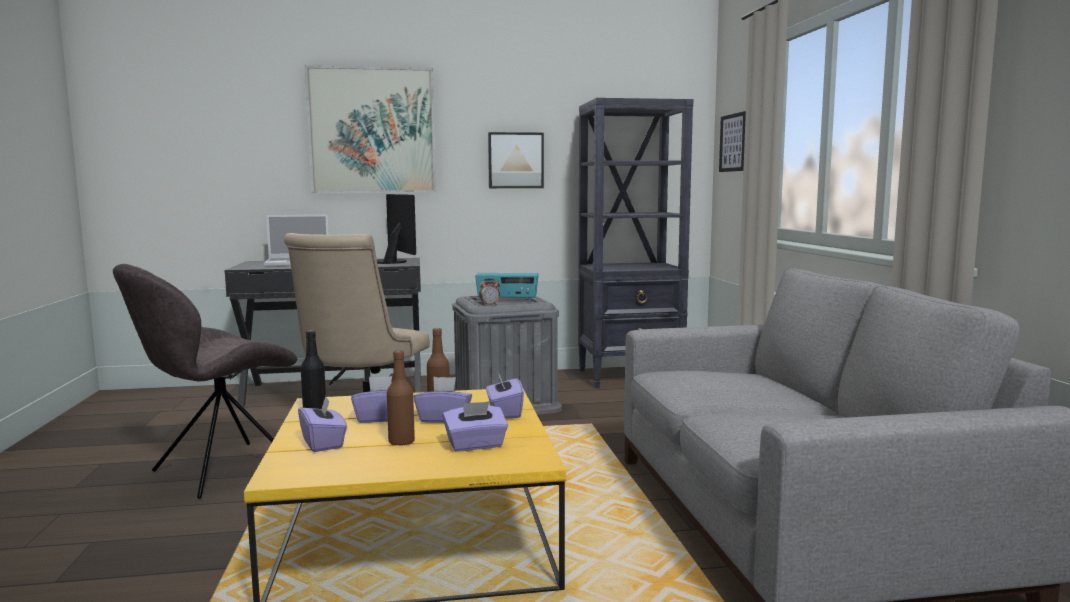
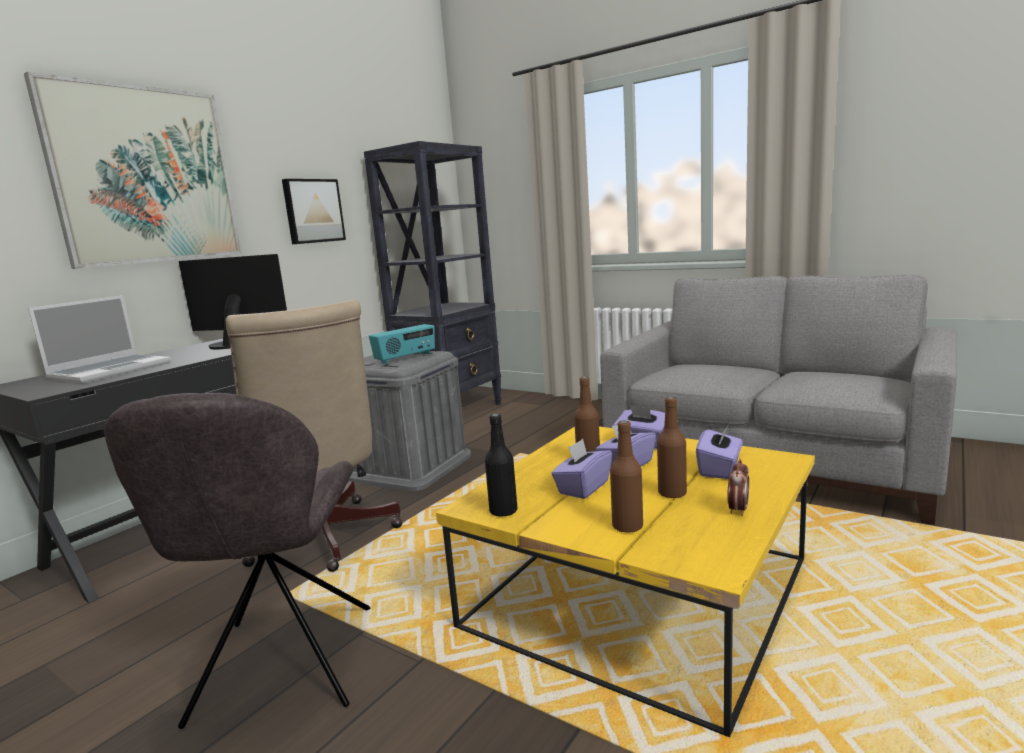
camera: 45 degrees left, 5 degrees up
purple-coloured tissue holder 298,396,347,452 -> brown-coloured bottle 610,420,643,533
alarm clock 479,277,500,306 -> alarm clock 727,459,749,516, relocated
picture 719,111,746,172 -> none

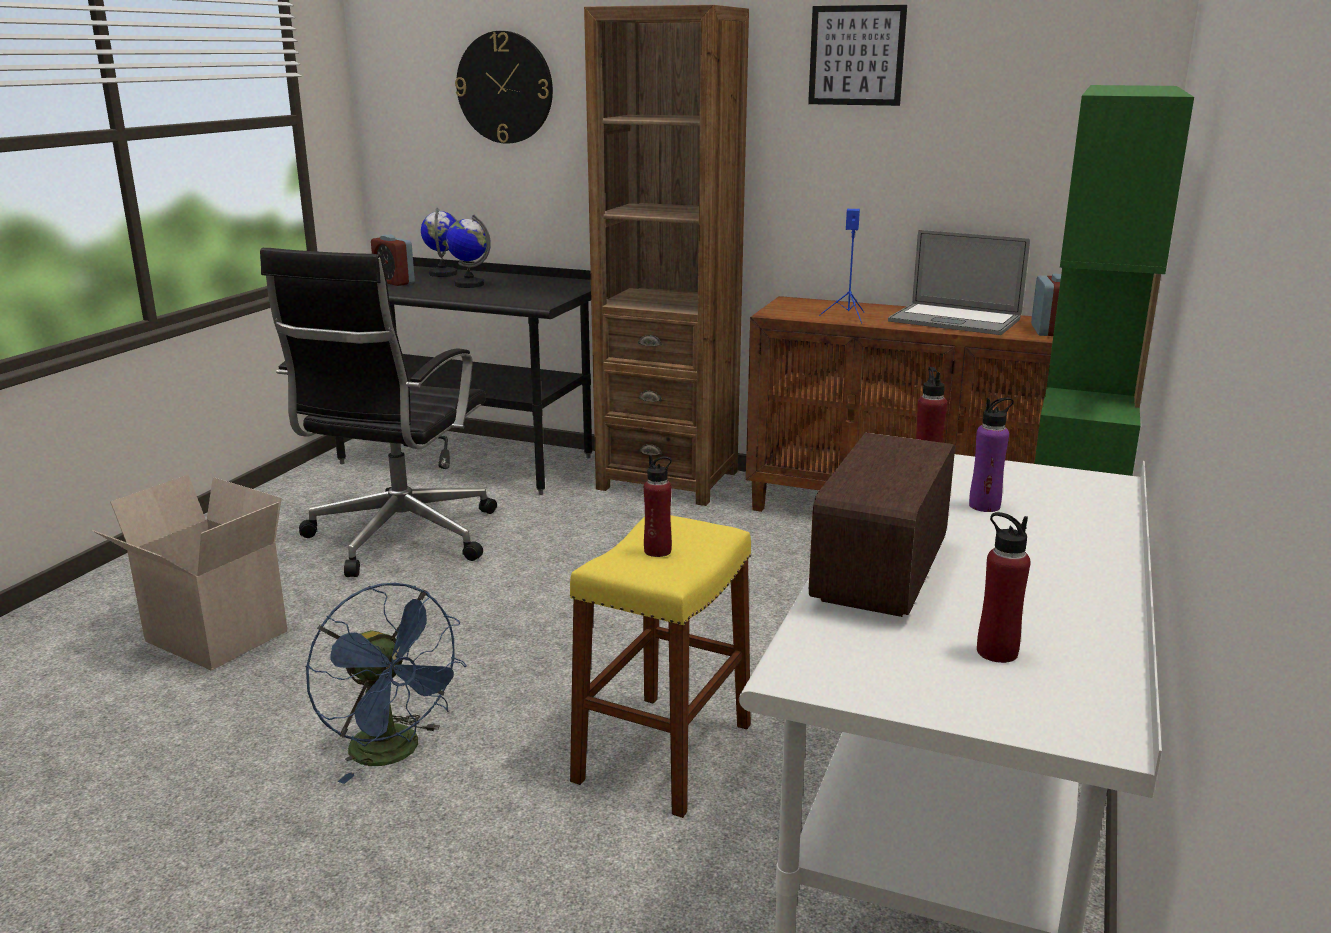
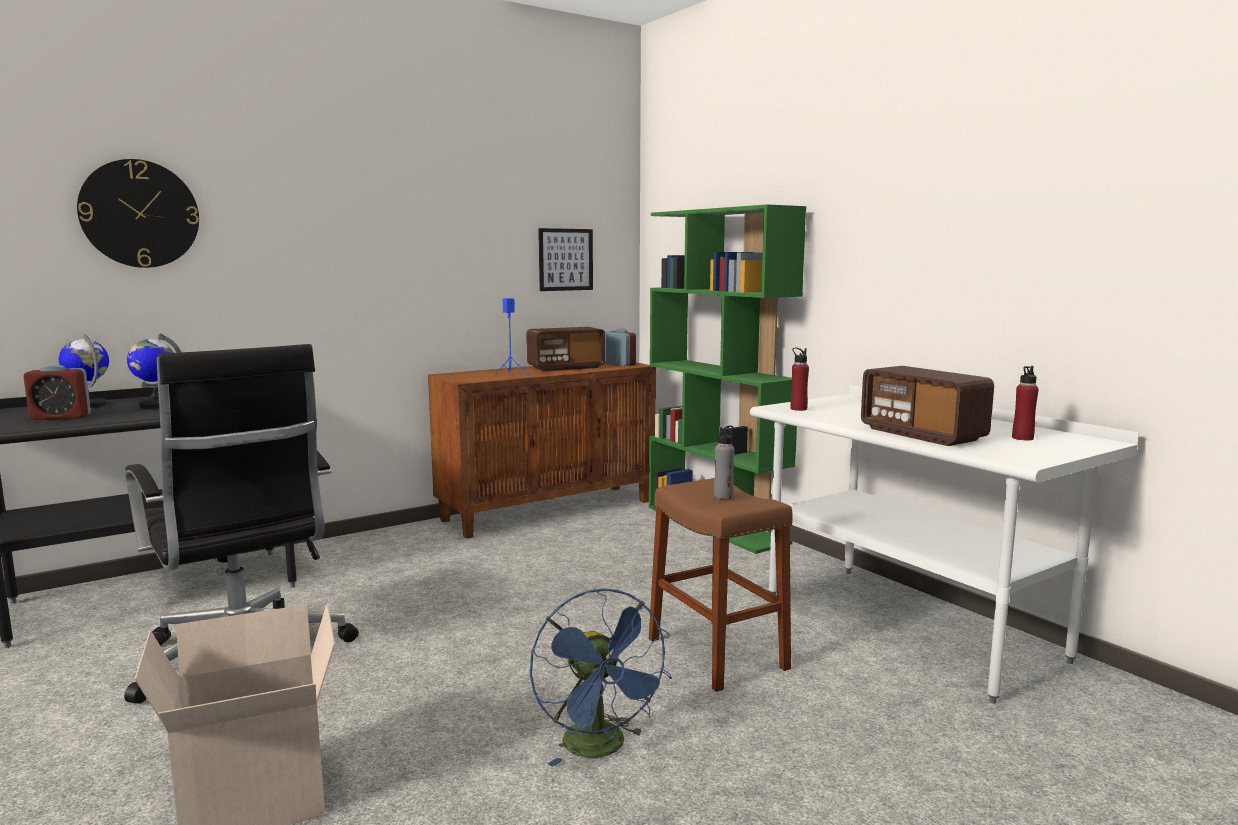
camera: 55 degrees left, 10 degrees down
blue fan 306,583,467,784 -> blue fan 530,588,672,767, 75 degrees clockwise
yellow stool 570,515,751,818 -> brown-coloured stool 649,478,793,692
brown-coloured bookshelf 584,5,749,506 -> none
reddish bottle 644,455,672,557 -> gray bottle 714,425,734,499
picture 808,5,907,106 -> picture 538,228,593,291, relocated
portable computer 888,230,1030,335 -> radio set 526,327,605,371
purple-coloured bottle 969,397,1014,512 -> none

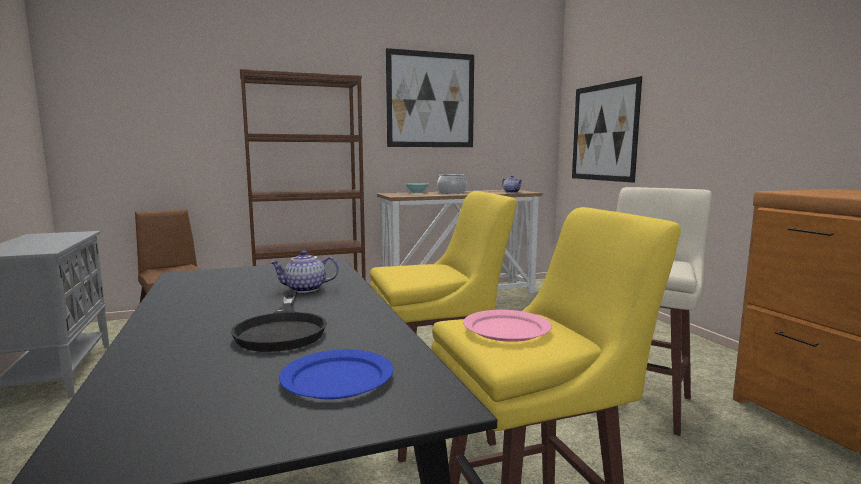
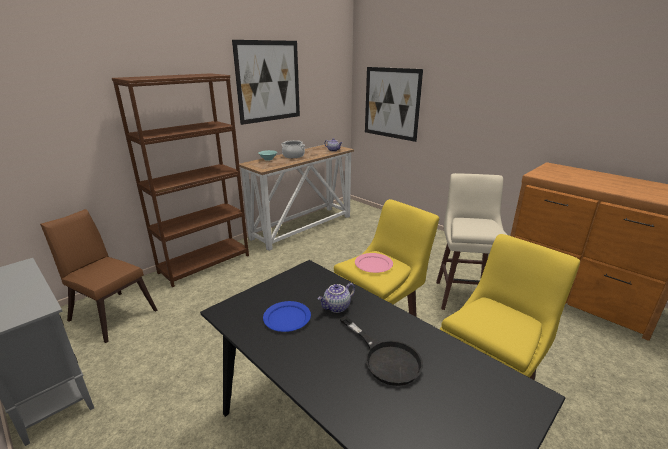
camera: 25 degrees left, 15 degrees up
blue flat dish 279,349,393,399 -> blue flat dish 263,301,311,332, relocated
pink-coloured flat dish 463,310,552,342 -> pink-coloured flat dish 355,253,393,273, relocated

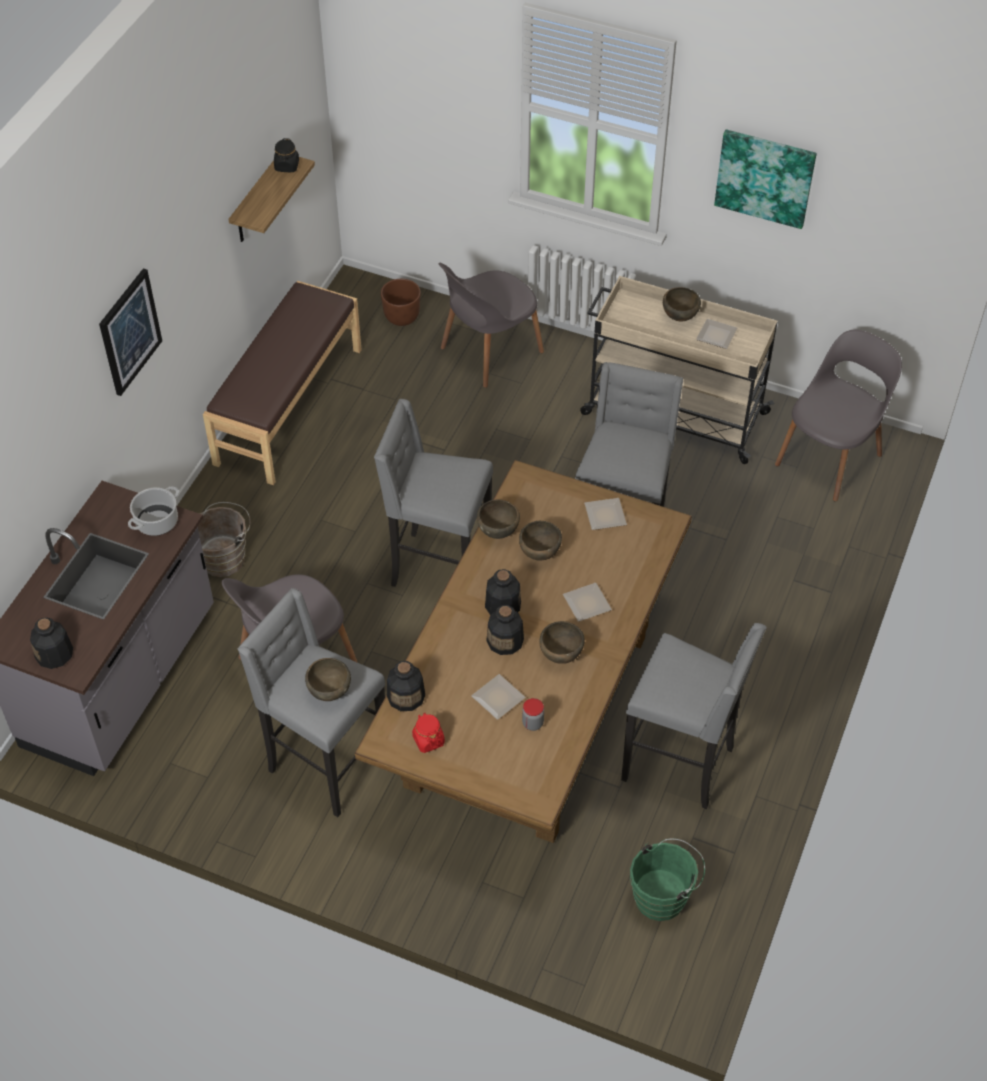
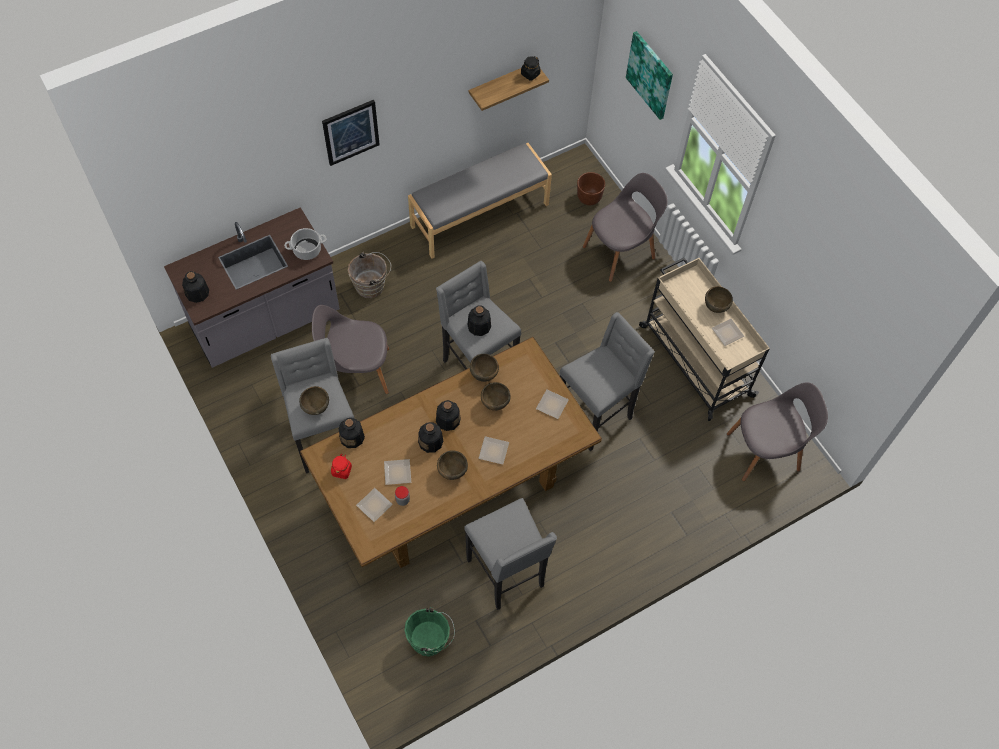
camera: 35 degrees right, 10 degrees up
brown-coloured indoor bench 203,281,362,485 -> gray indoor bench 408,143,552,259
gray upright chair 438,263,544,388 -> gray upright chair 583,173,668,282, 150 degrees clockwise
picture 714,130,817,229 -> picture 626,31,673,120, relocated
none -> flat dish 356,488,393,522
none -> bottle 468,305,491,336

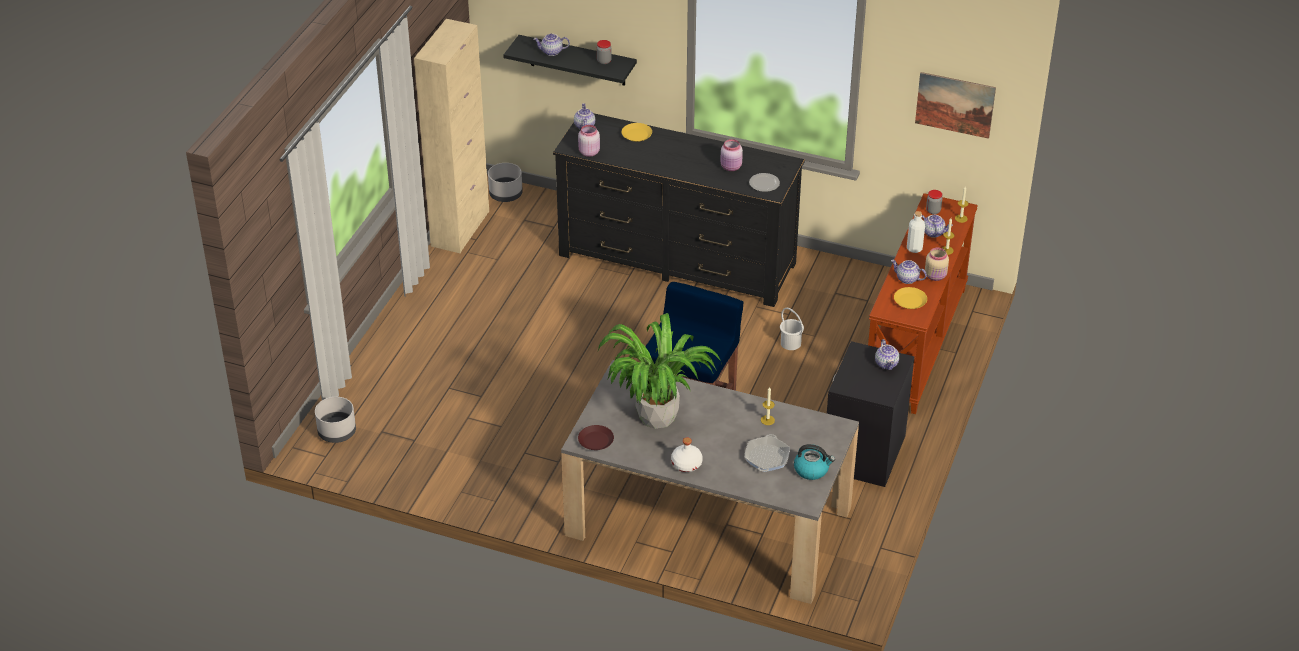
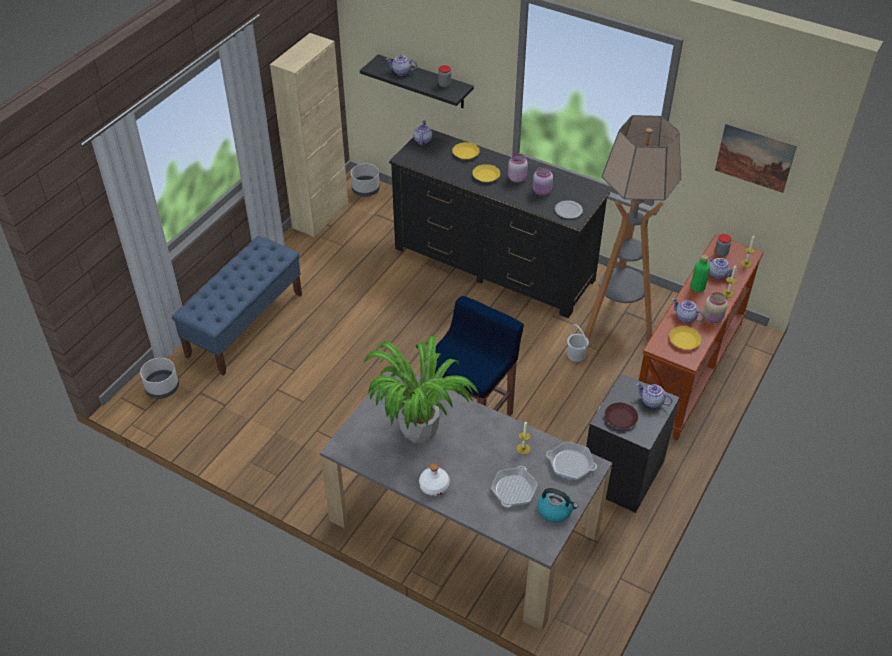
camera: 10 degrees right, 5 degrees up
pink-coloured storage jar 578,125,600,157 -> pink-coloured storage jar 508,154,528,183, relocated
brown-coloured flat dish 578,425,614,450 -> brown-coloured flat dish 605,403,638,429, relocated
tea pot 875,339,899,370 -> tea pot 637,383,672,408, 120 degrees clockwise
white bottle 907,211,925,253 -> green-coloured bottle 690,255,710,292
none -> blue indoor bench 172,236,302,376
none -> yellow flat dish 472,164,500,182
none -> pan 546,442,597,480
none -> floor lamp 584,115,681,340

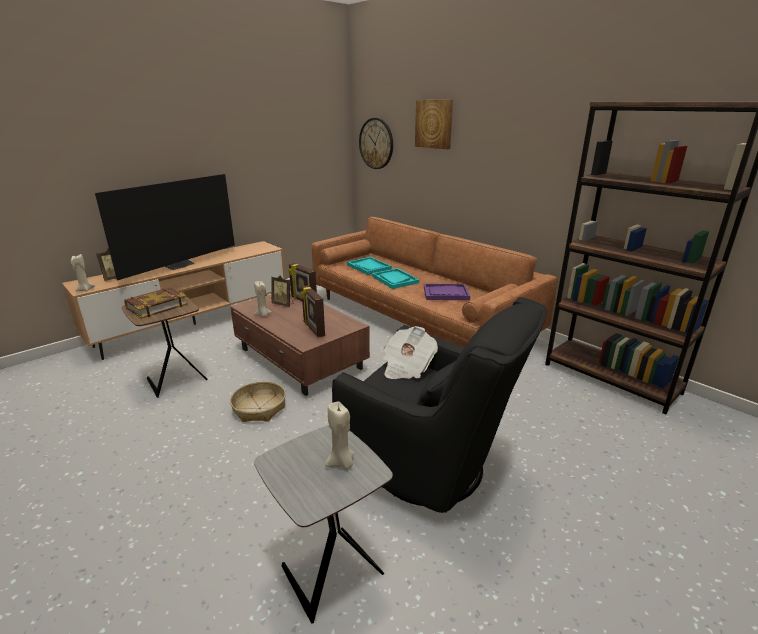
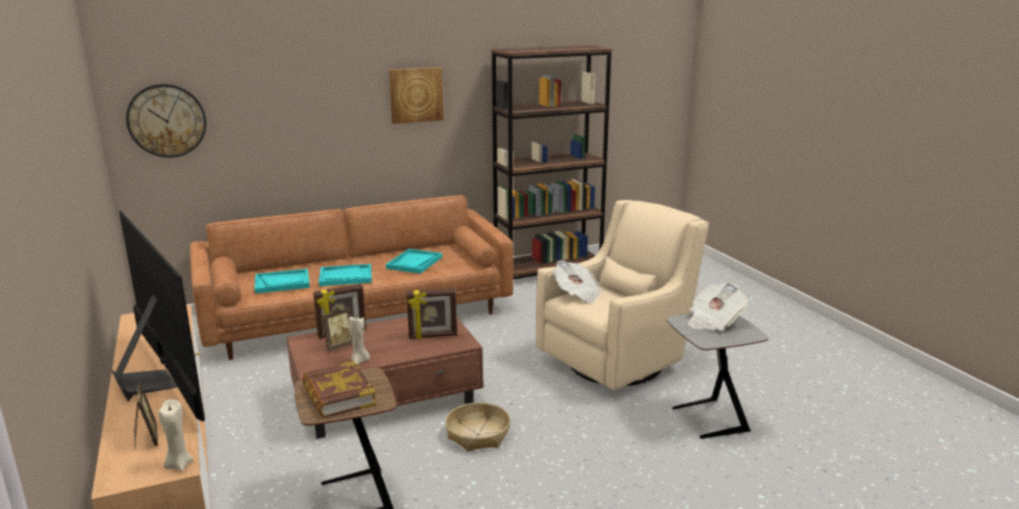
camera: 70 degrees left, 5 degrees down
beige-coloured candle 325,402,355,469 -> newspaper 688,283,748,331
black-coloured armchair 332,297,547,513 -> beige-coloured armchair 536,200,709,390
picture 415,100,453,149 -> picture 389,67,444,124, relocated
purple-coloured serving tray 424,284,470,300 -> blue-green serving tray 386,249,442,274

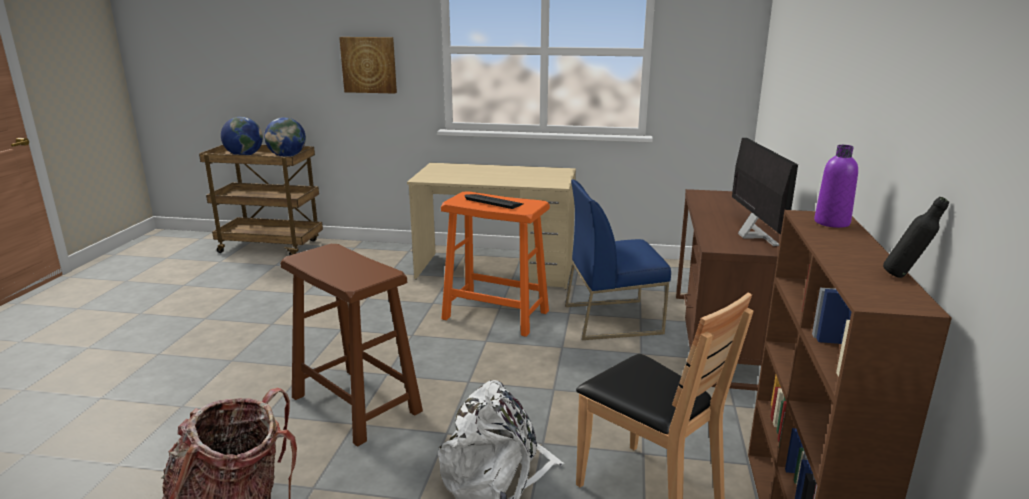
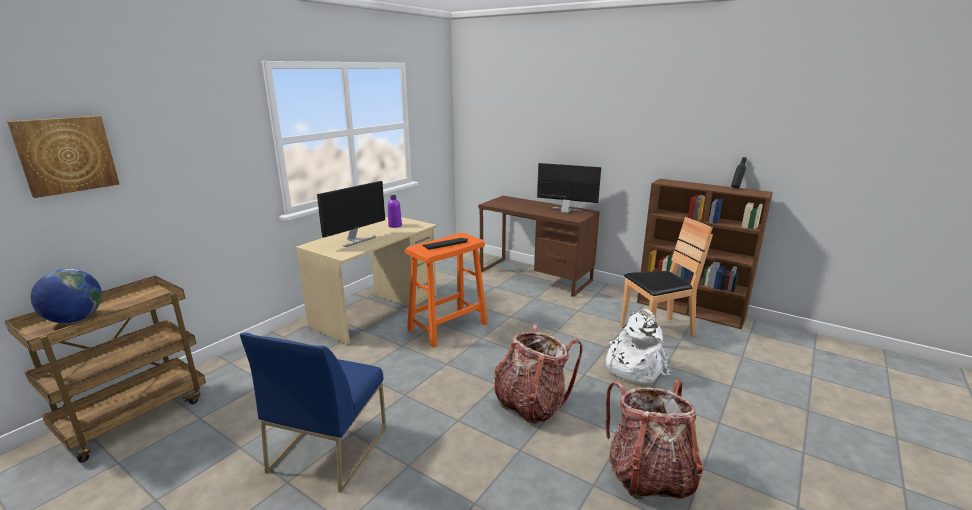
camera: 65 degrees left, 0 degrees up
globe 264,117,306,157 -> none
brown-coloured stool 280,244,423,447 -> knapsack 494,324,582,425
picture 339,37,397,94 -> picture 7,116,120,198, relocated
blue upright chair 565,179,671,340 -> blue upright chair 240,333,386,493, relocated
purple-coloured bottle 814,145,858,228 -> purple-coloured bottle 388,195,402,228, relocated
none -> computer display 317,181,385,247

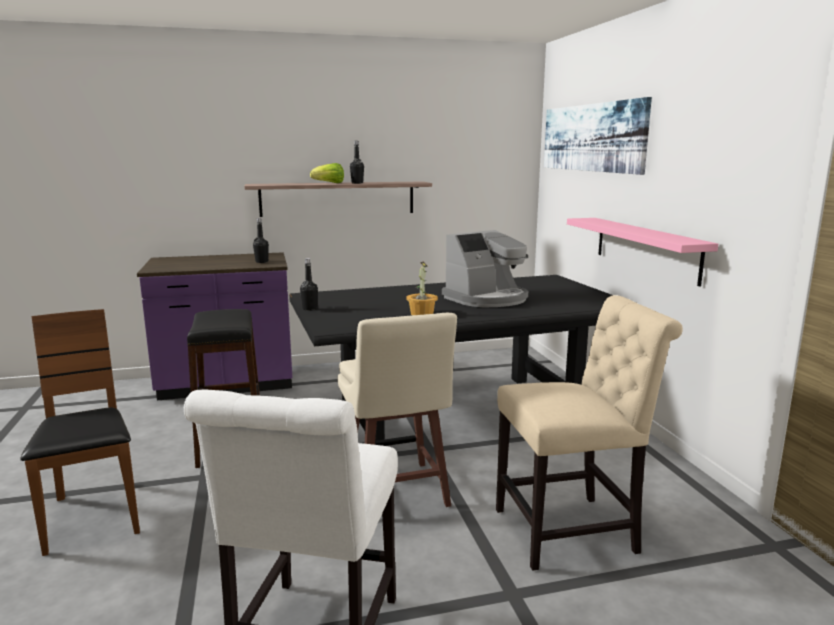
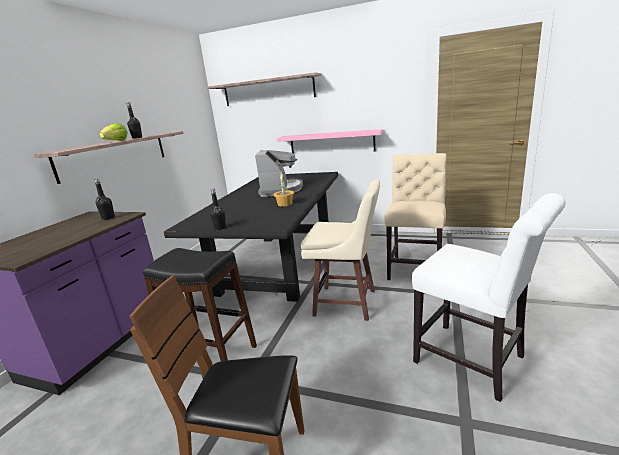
camera: 55 degrees left, 5 degrees up
picture 544,97,652,175 -> wall shelf 207,72,322,106

